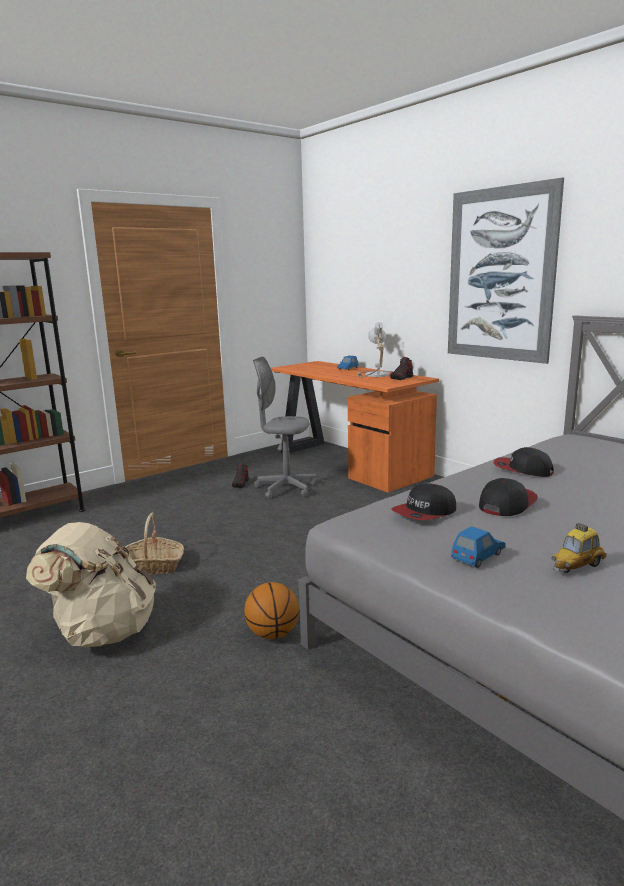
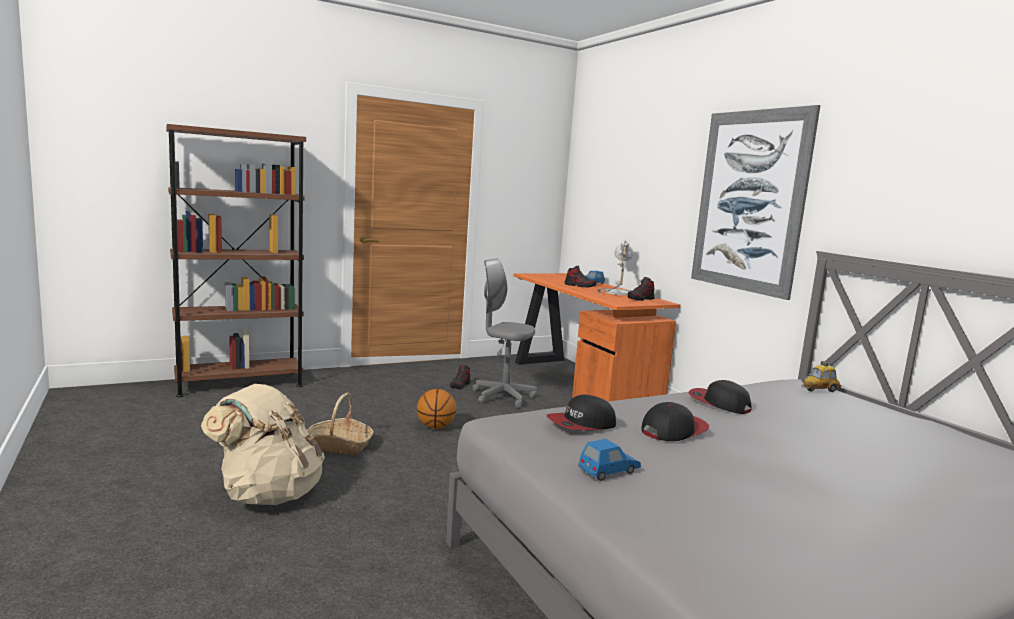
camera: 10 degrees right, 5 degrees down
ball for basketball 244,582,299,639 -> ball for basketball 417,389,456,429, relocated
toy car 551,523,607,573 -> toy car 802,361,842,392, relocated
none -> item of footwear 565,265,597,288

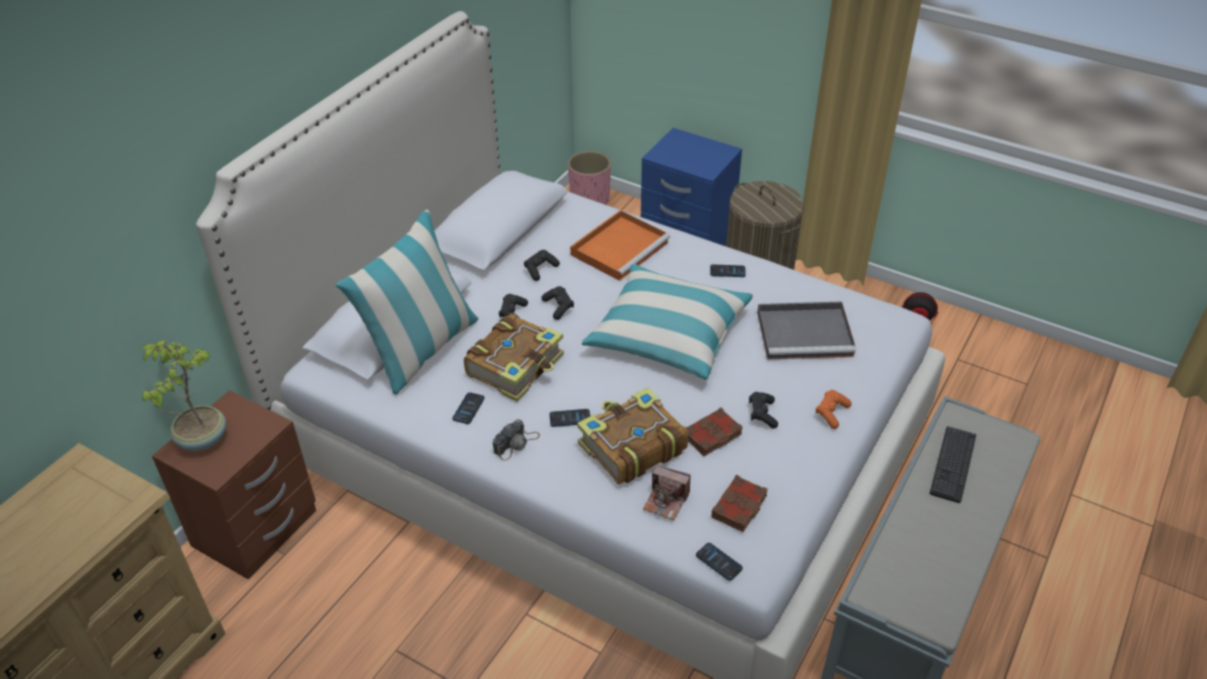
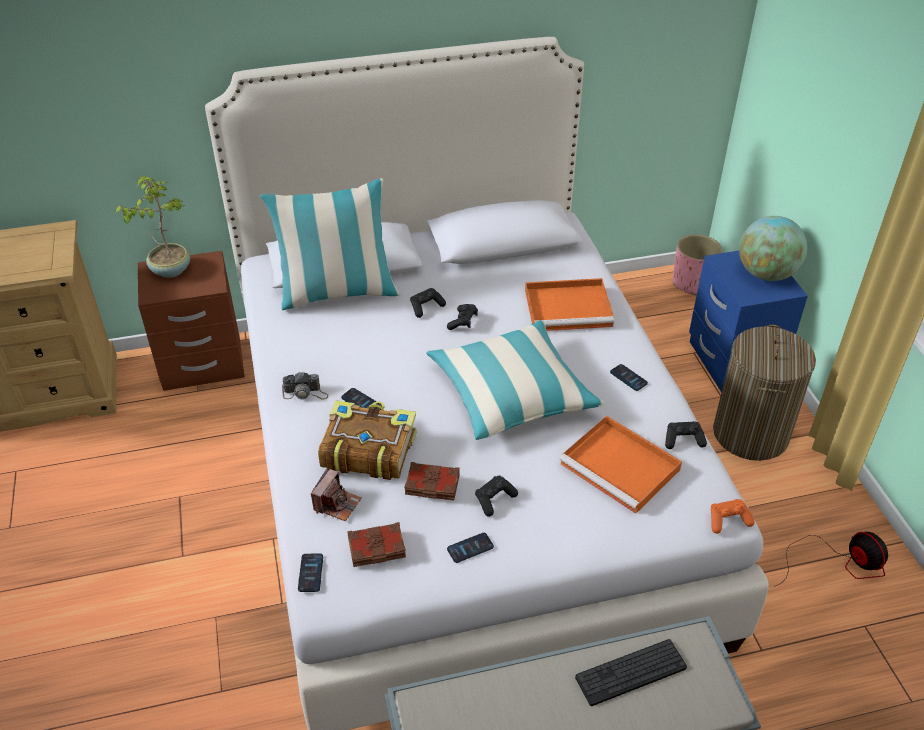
camera: 45 degrees right, 0 degrees up
phone 452,392,485,424 -> phone 447,533,494,563, relocated
bound book 464,314,564,402 -> none
black-coloured gamepad 524,250,560,281 -> black-coloured gamepad 665,421,707,449, relocated
still camera 643,465,691,520 -> still camera 311,469,362,521, 135 degrees counterclockwise
gray serving tray 757,301,856,360 -> orange serving tray 559,416,682,514
orange gamepad 816,390,851,429 -> orange gamepad 711,499,755,534, relocated
none -> globe 739,216,807,281

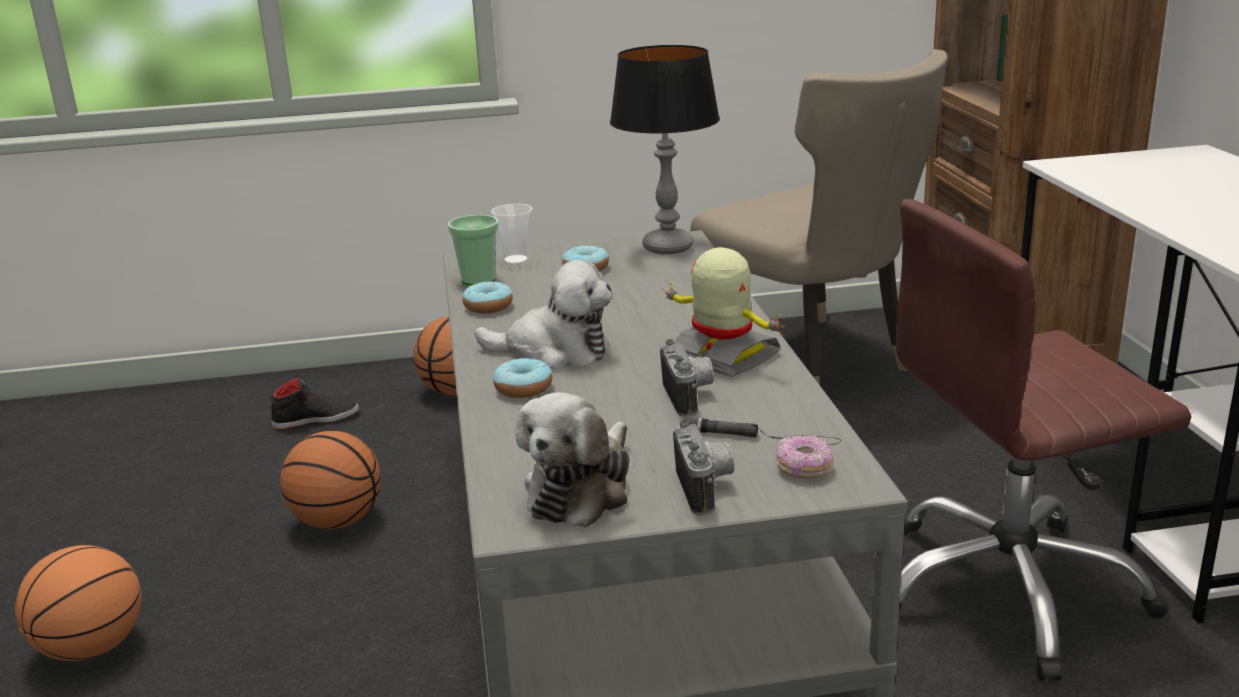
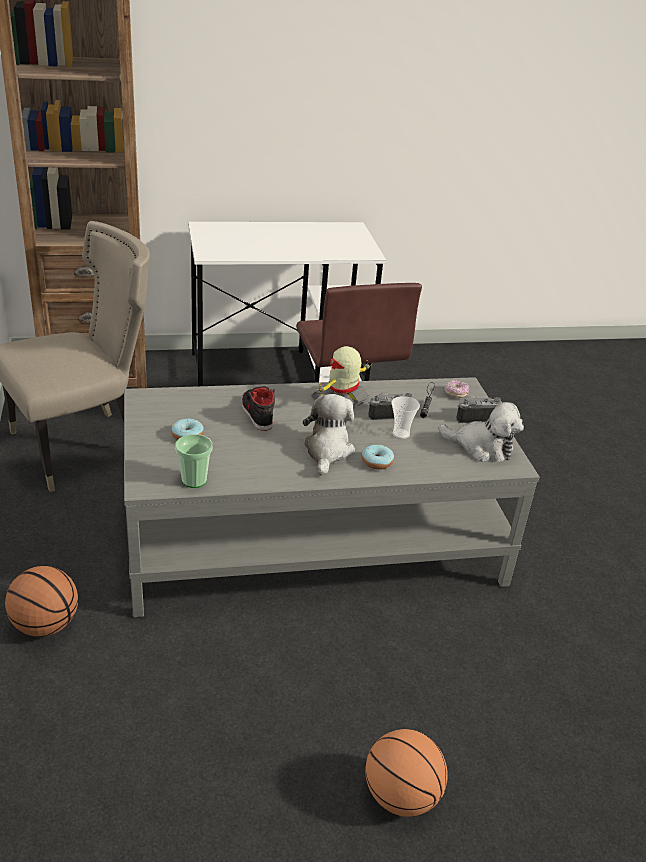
camera: 95 degrees left, 10 degrees up
black-coloured item of footwear 271,376,359,430 -> black-coloured item of footwear 242,386,275,431, relocated
ball for basketball 280,431,381,529 -> none
doughnut 462,281,513,313 -> none
small cup 491,204,532,264 -> small cup 391,396,420,439, relocated
table lamp 610,45,720,254 -> none

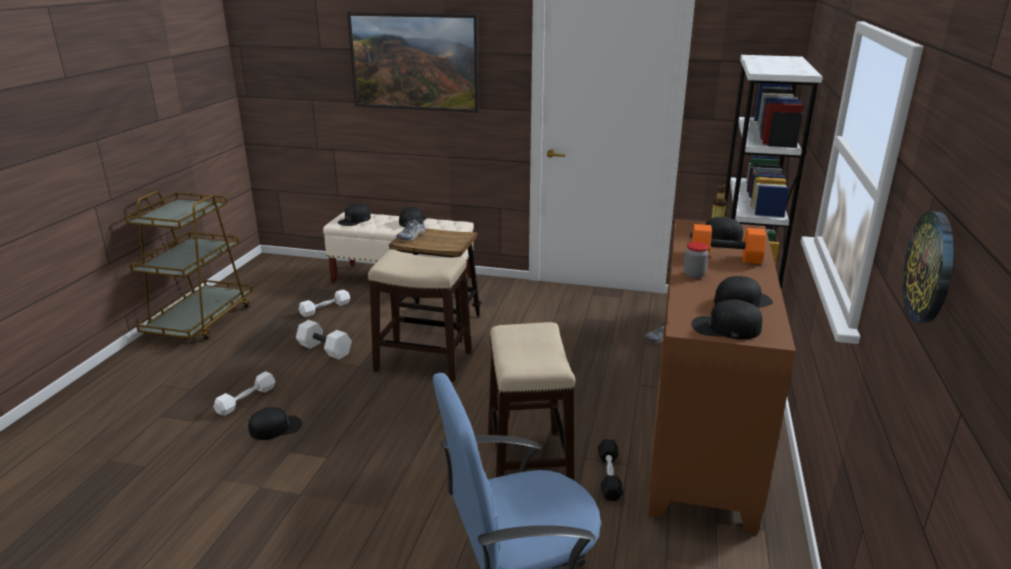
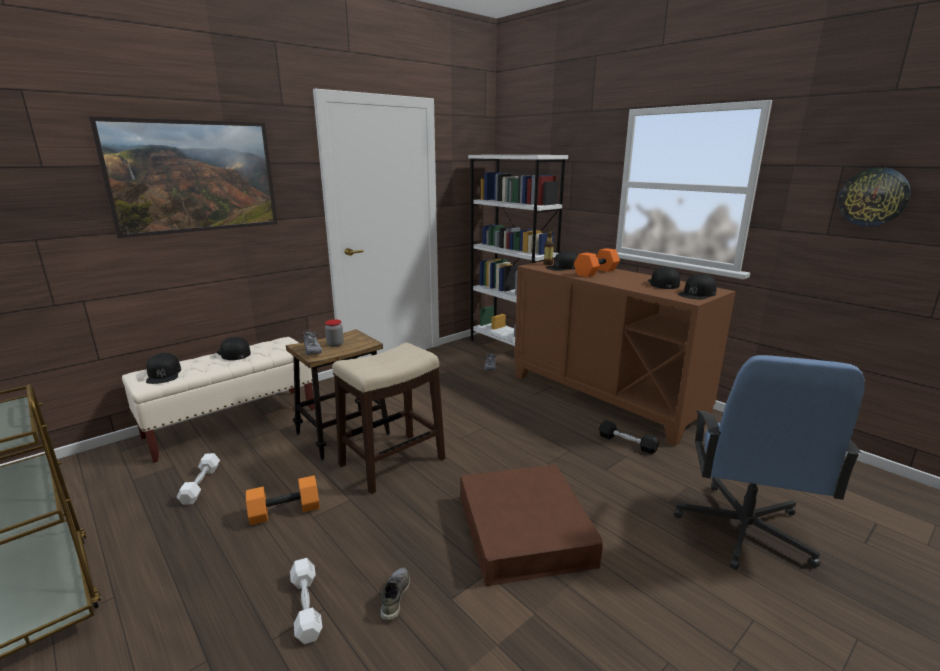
camera: 55 degrees left, 5 degrees down
black-coloured peaked cap 248,407,302,440 -> gray item of footwear 380,567,410,621
white dumbbell 296,320,352,360 -> orange dumbbell 246,475,319,525
stool 488,322,575,480 -> none
storage jar 684,242,709,279 -> storage jar 325,319,344,347, relocated
none -> brown-coloured storage container 461,464,603,586

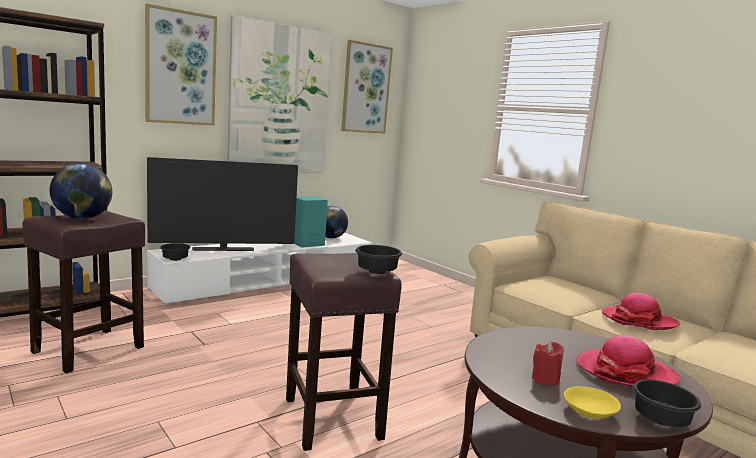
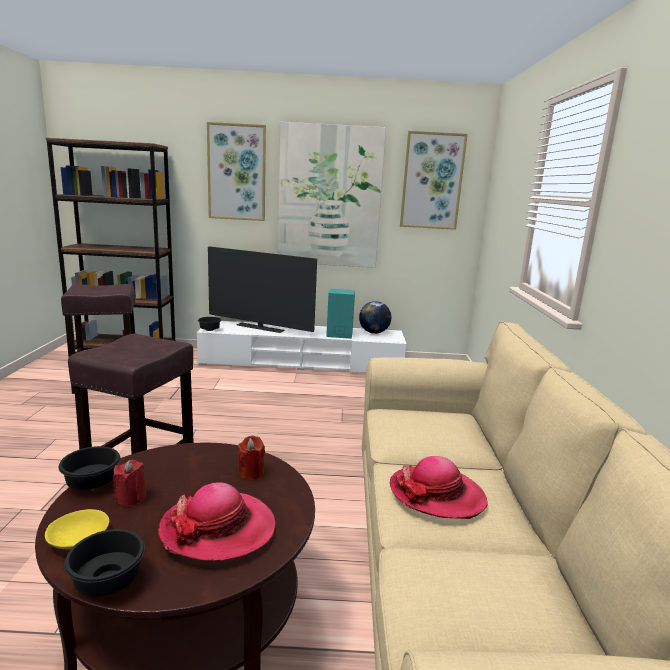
camera: 40 degrees right, 5 degrees up
globe 50,163,112,219 -> none
black-coloured deep dish 355,245,402,274 -> black-coloured deep dish 58,446,120,490, relocated
none -> reddish candle 238,436,265,479

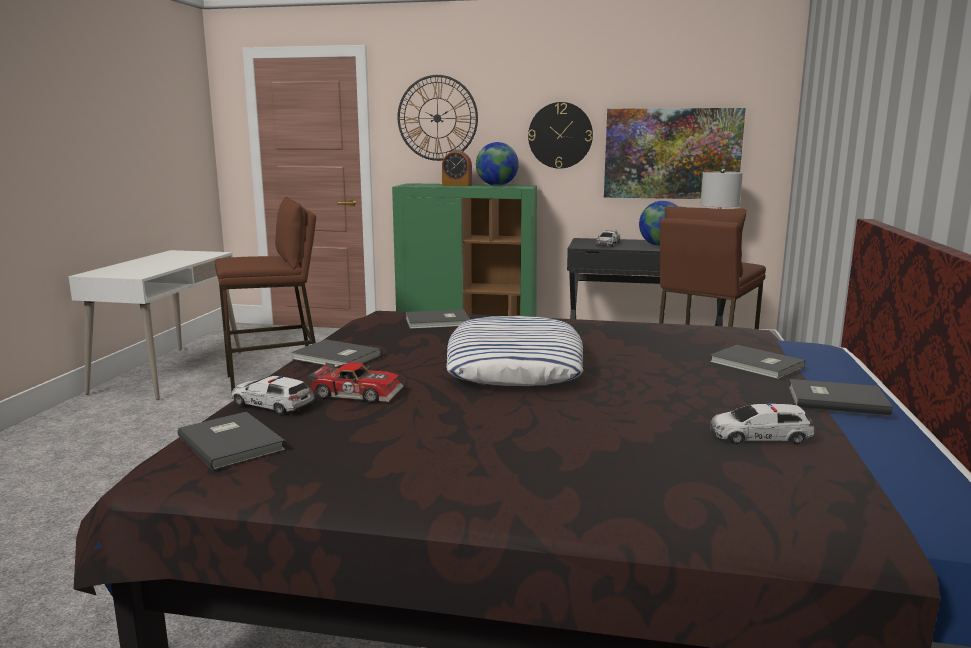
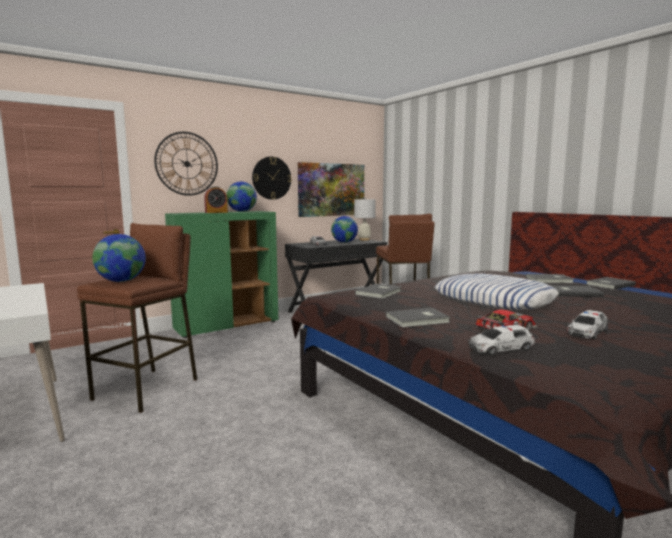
camera: 45 degrees left, 5 degrees down
gray bound book 178,412,286,470 -> gray bound book 550,285,604,297, relocated
toy car 710,403,815,444 -> toy car 567,310,608,339, relocated
none -> globe 92,234,146,282

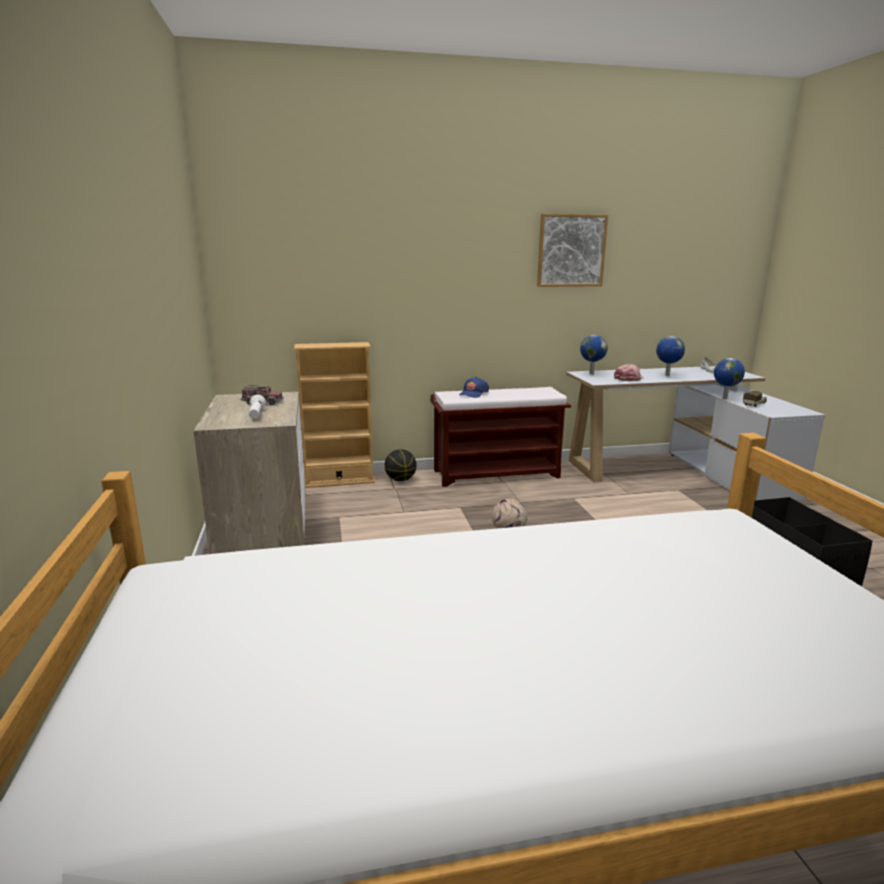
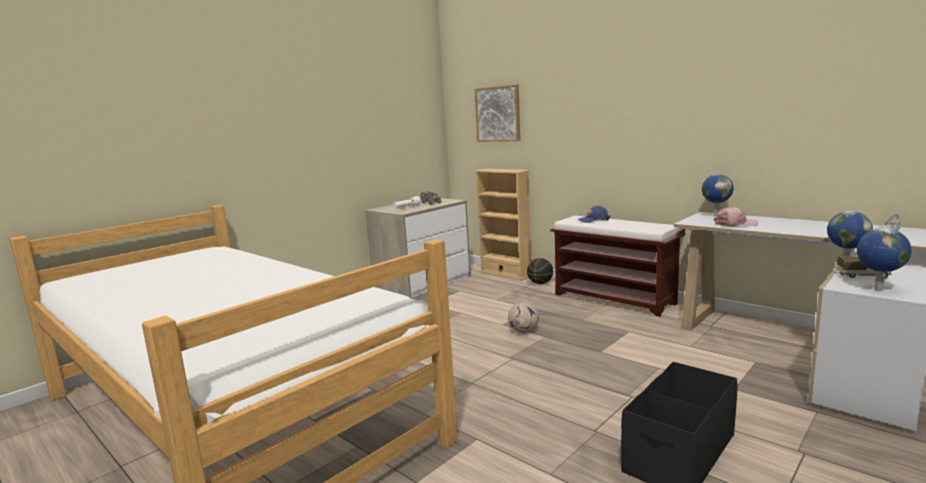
camera: 55 degrees right, 5 degrees down
picture 537,214,608,287 -> picture 474,84,520,142, relocated
globe 656,336,685,376 -> globe 857,228,912,291, relocated

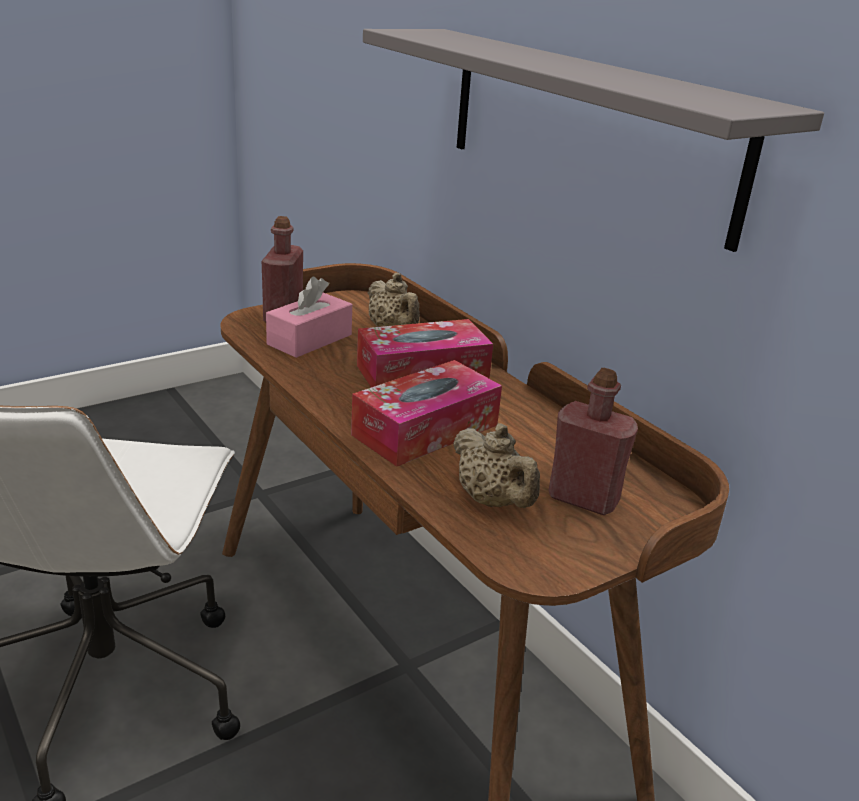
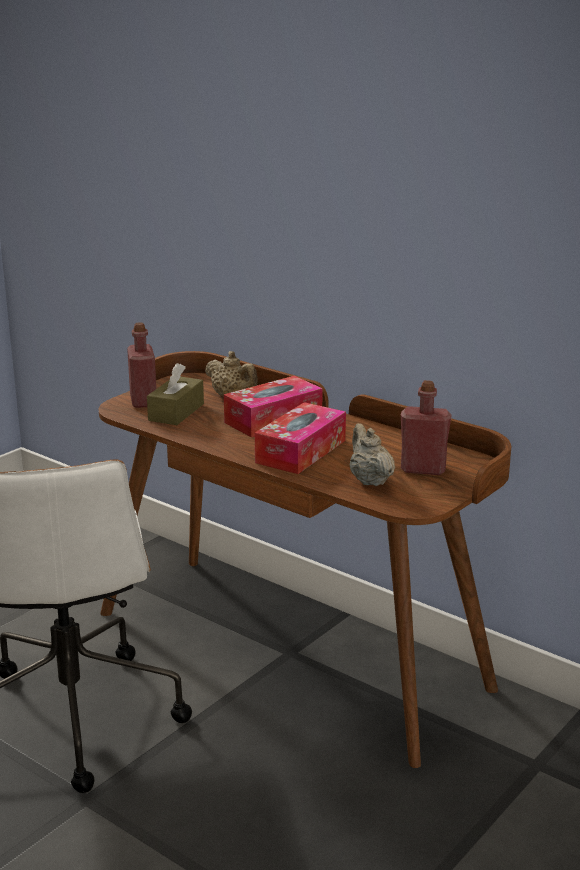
camera: 15 degrees left, 5 degrees down
pink-coloured tissue holder 266,276,352,358 -> brown-coloured tissue holder 147,363,204,425
gray wall shelf 363,29,824,252 -> none
beige-coloured tea pot 453,423,540,508 -> beige-coloured tea pot 350,423,395,486, 150 degrees counterclockwise

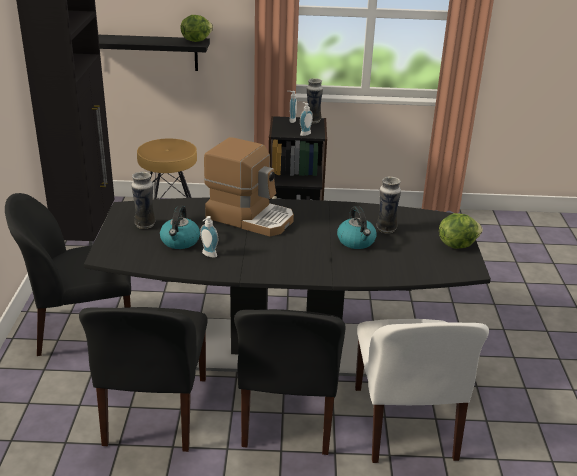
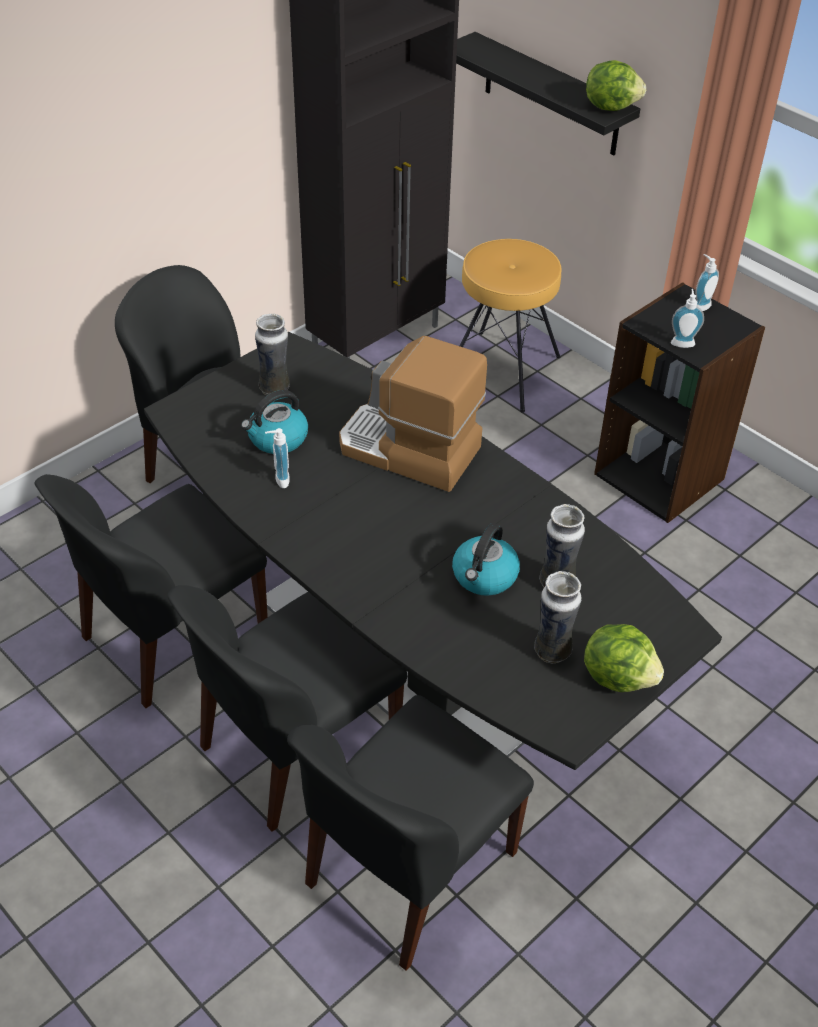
camera: 45 degrees right, 15 degrees up
coffee maker 204,137,294,237 -> coffee maker 339,336,487,492, 135 degrees clockwise
vase 307,78,323,123 -> vase 534,571,582,663, relocated
white upright chair 355,319,489,463 -> black-coloured upright chair 287,695,534,971

